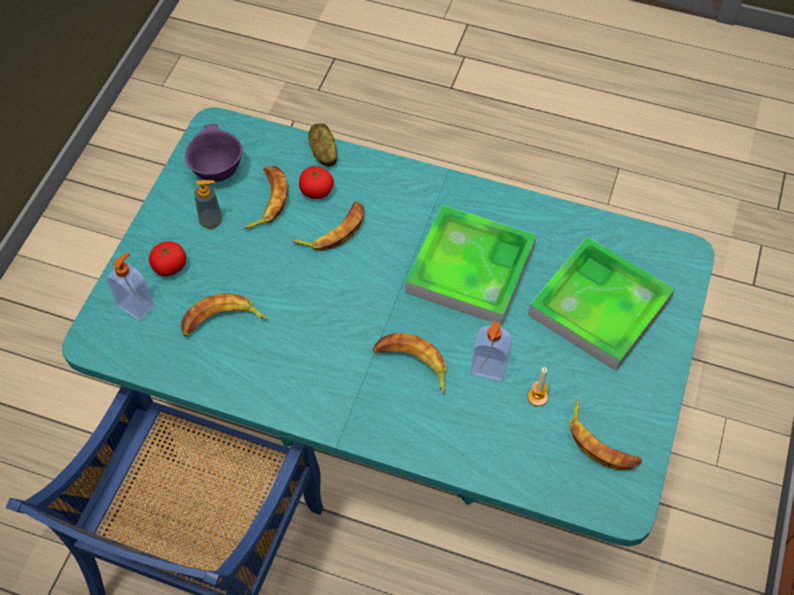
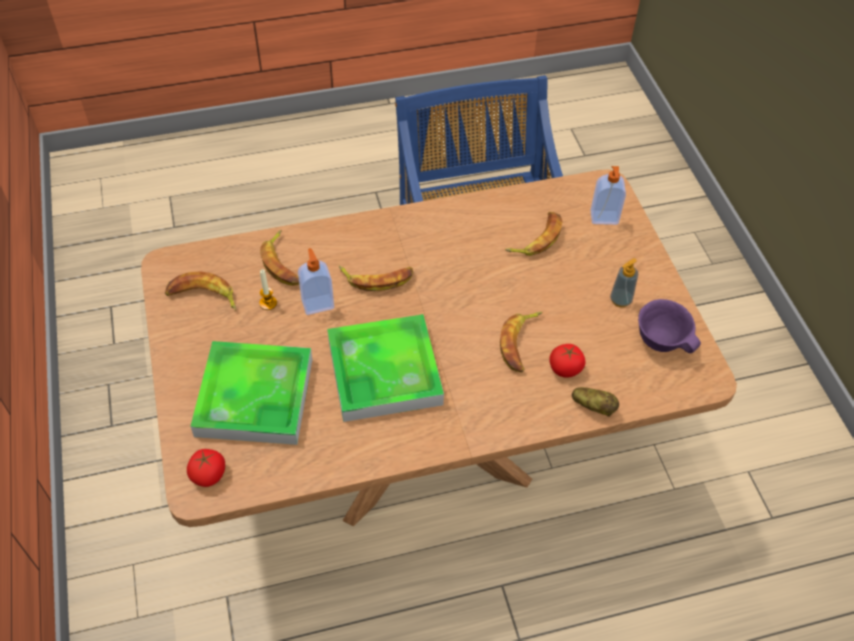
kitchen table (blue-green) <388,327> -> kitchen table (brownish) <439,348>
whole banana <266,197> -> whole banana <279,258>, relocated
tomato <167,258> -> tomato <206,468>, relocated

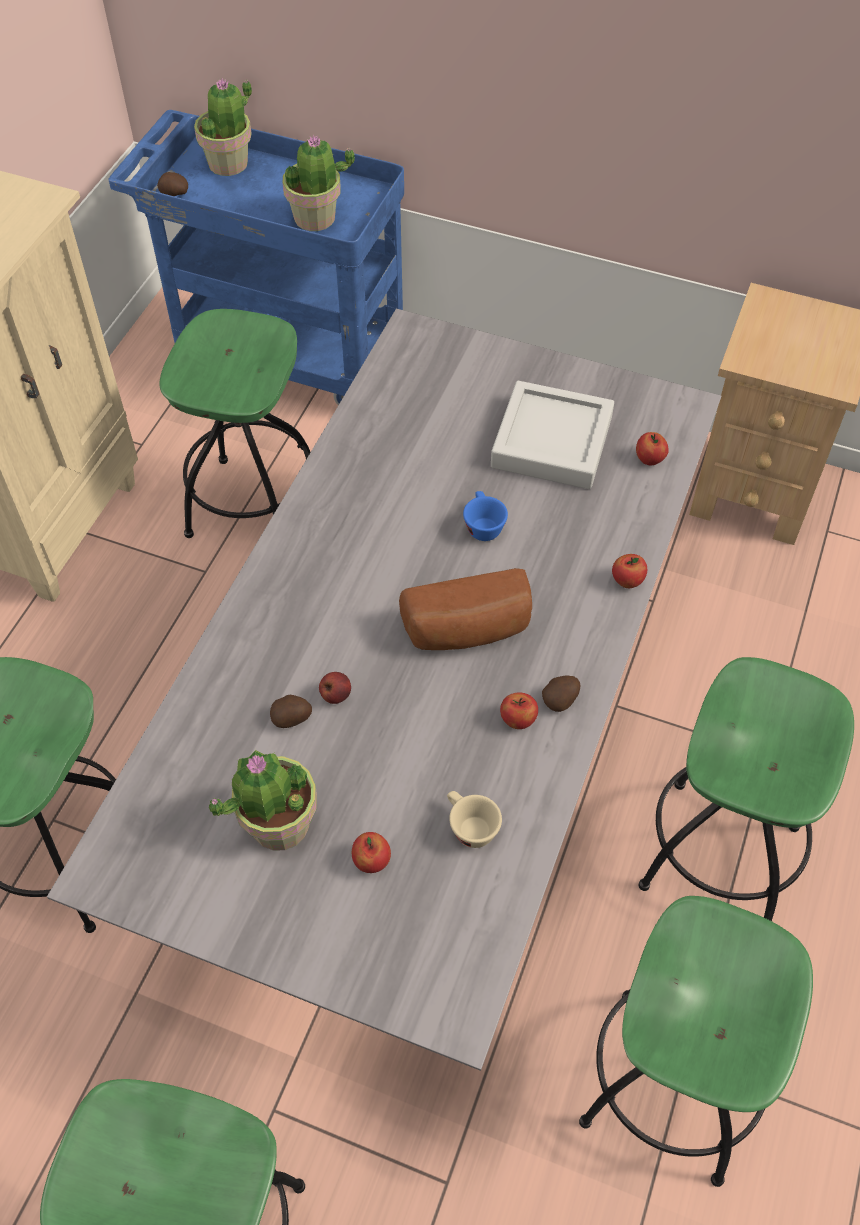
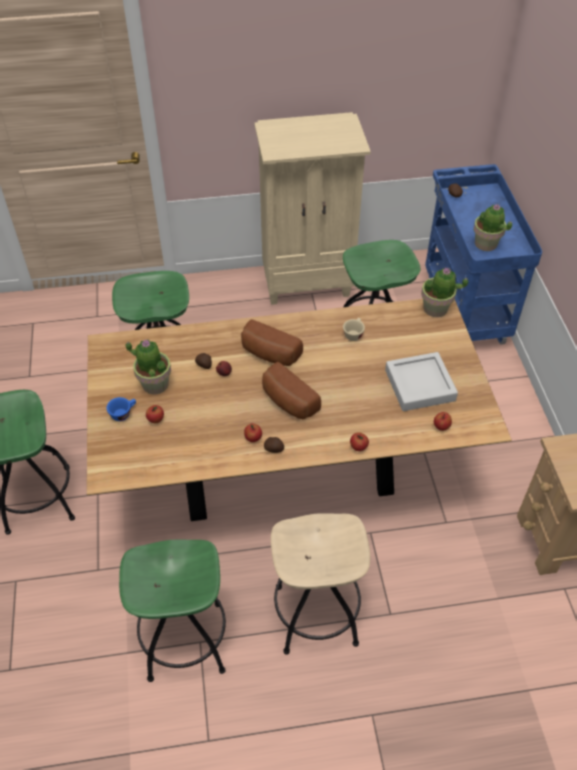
potted plant <223,127> -> potted plant <444,292>, relocated
kitchen table (gray) <384,689> -> kitchen table (brownish) <299,410>
drinking cup (blue) <485,516> -> drinking cup (blue) <121,409>, relocated
stool (green-coloured) <746,789> -> stool (beige-coloured) <320,584>
drinking cup (beige-coloured) <474,819> -> drinking cup (beige-coloured) <354,329>, relocated
none -> bakery bread <272,342>

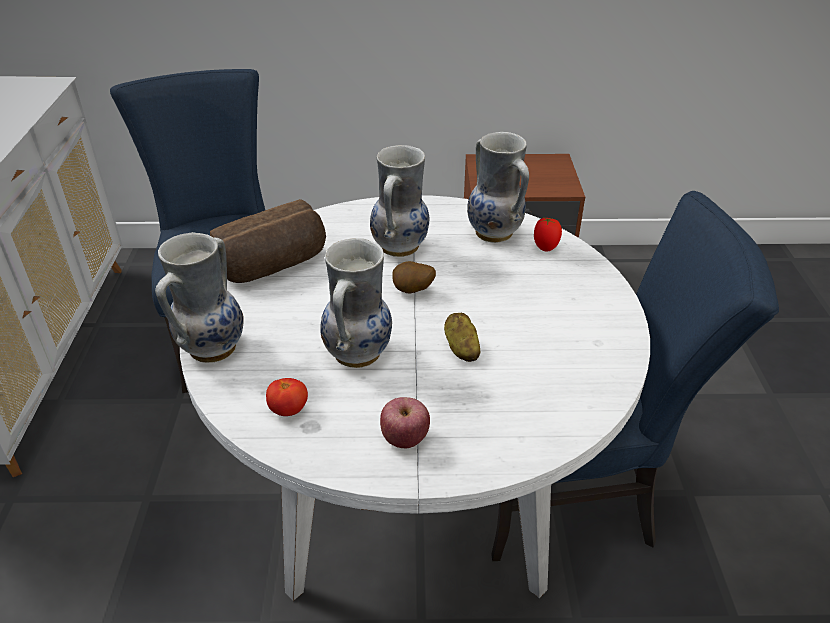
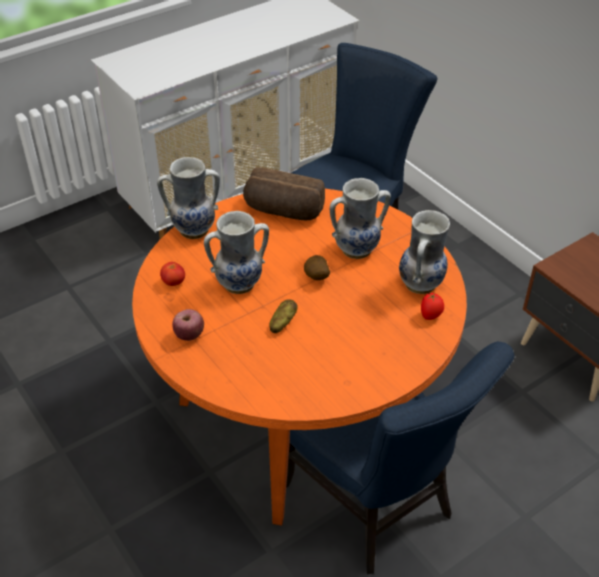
kitchen table (whitish) <415,398> -> kitchen table (orange) <299,357>

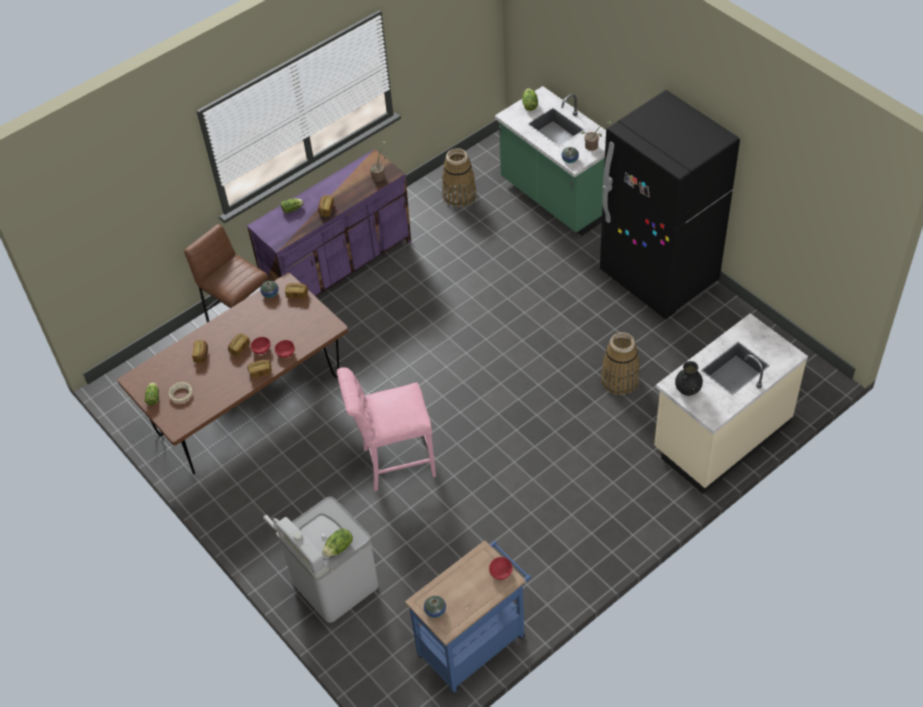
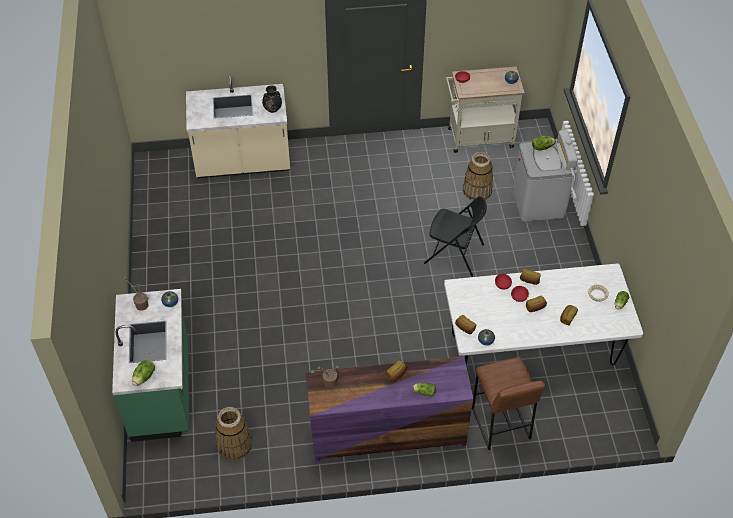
fridge (blackish) <670,204> -> none
kitchen table (brownish) <233,373> -> kitchen table (whitish) <543,314>
basket <620,363> -> basket <478,176>, relocated
stool (pinkish) <386,429> -> plain chair (blackish) <455,236>
cart (blue) <468,617> -> cart (beige-coloured) <485,110>

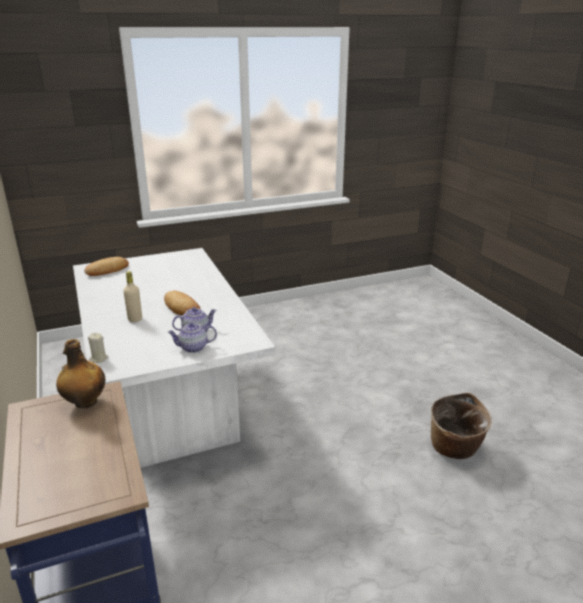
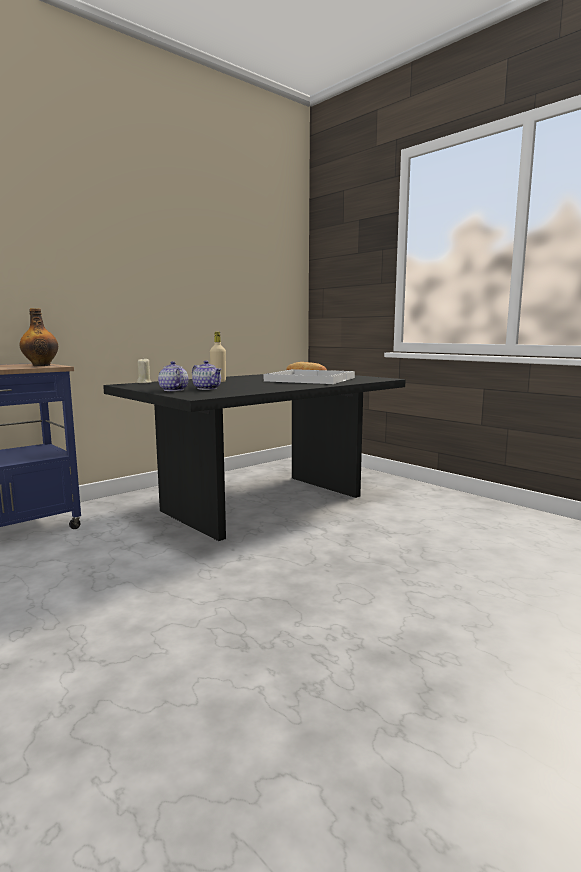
kitchen table (whitish) <174,358> -> kitchen table (blackish) <254,457>
bakery bread <182,303> -> none
basket <461,426> -> none
none -> carrying tray (whitish) <309,376>

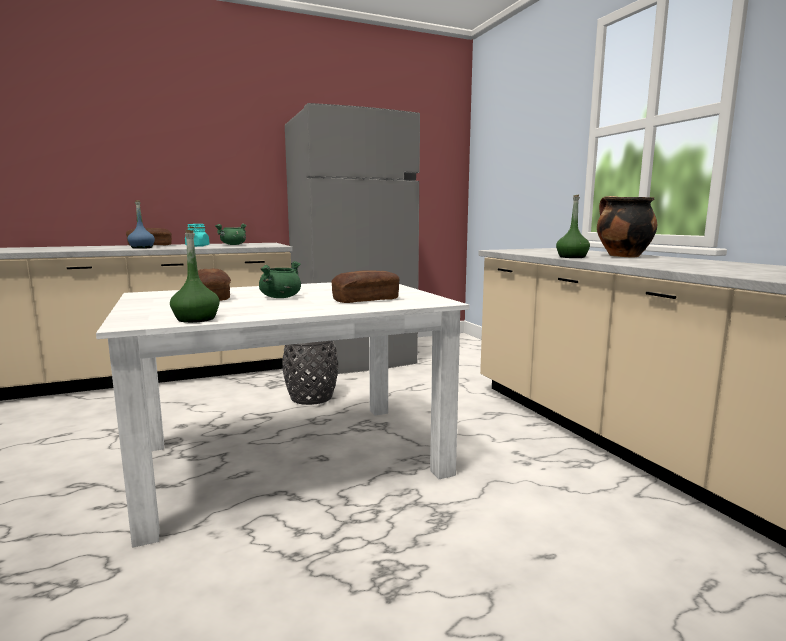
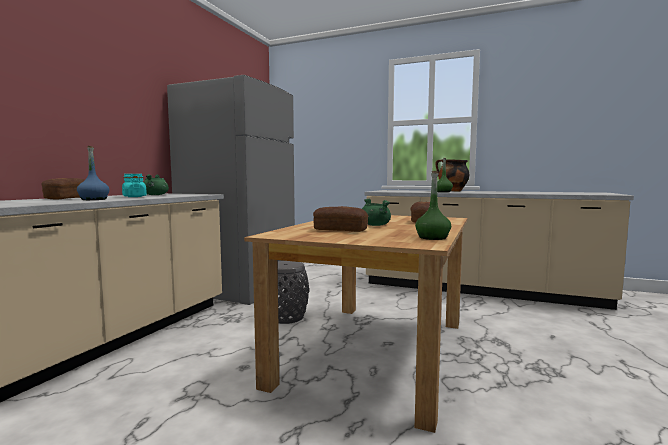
kitchen table (whitish) <283,415> -> kitchen table (brownish) <355,324>

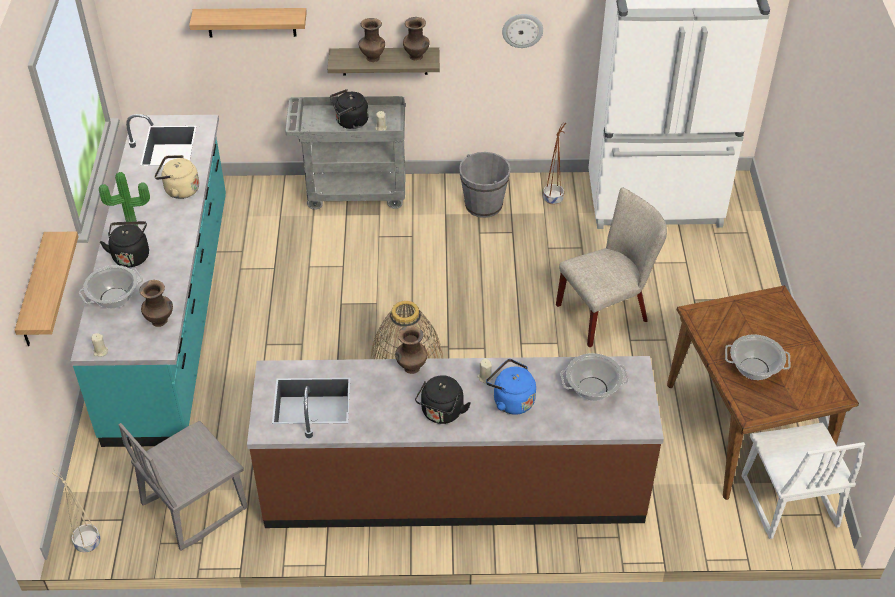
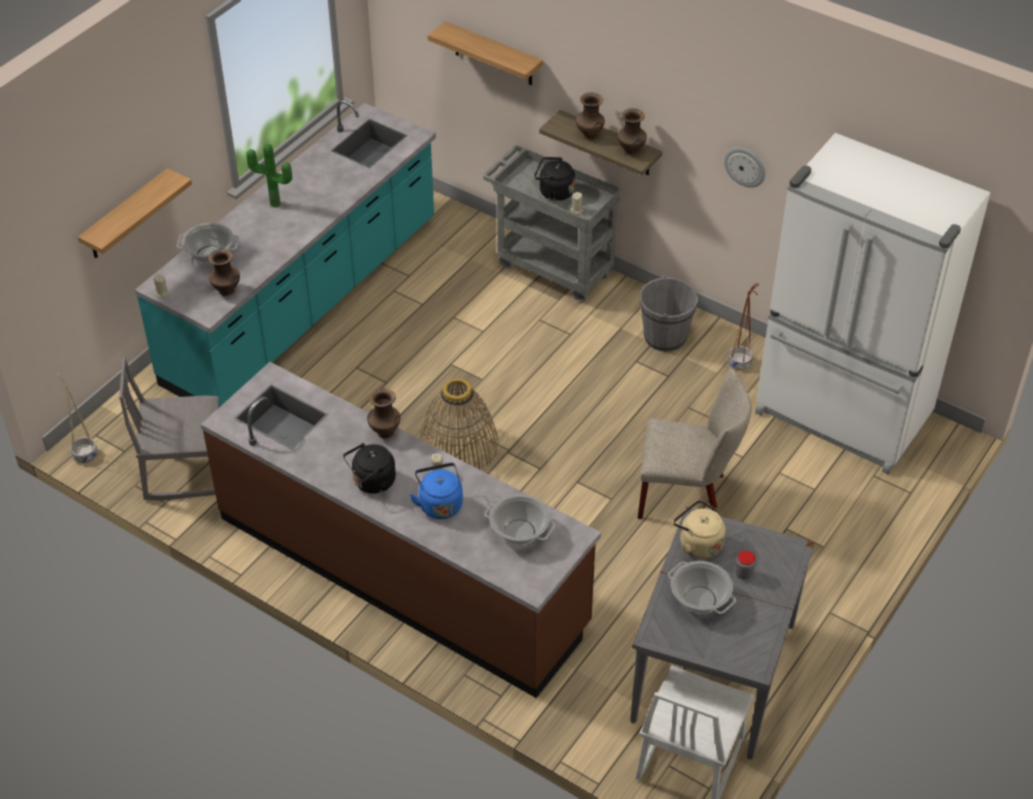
water kettle (beige-coloured) <176,177> -> water kettle (beige-coloured) <699,529>, relocated
water kettle (blackish) <124,244> -> none
kitchen table (brownish) <763,392> -> kitchen table (gray) <722,633>
none -> jar <745,565>

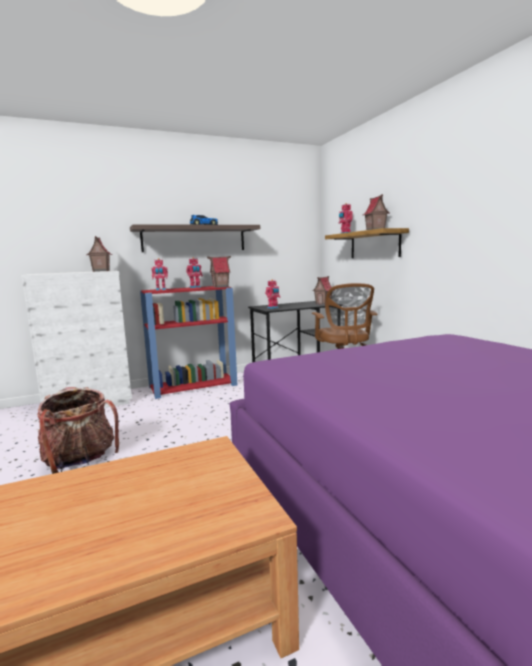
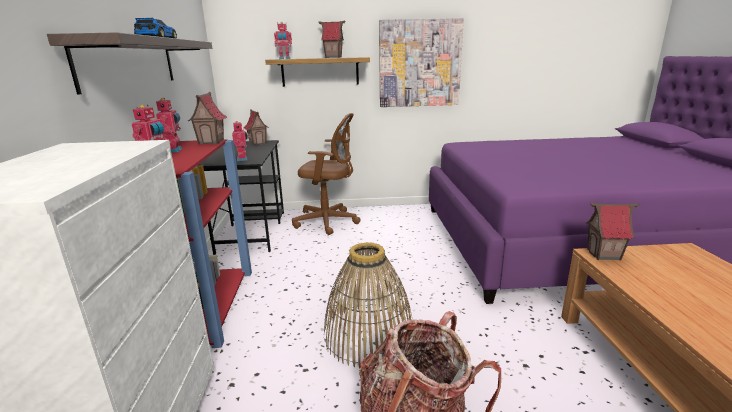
model house <99,254> -> model house <612,232>, relocated
none -> wall art <421,62>
none -> basket <368,305>

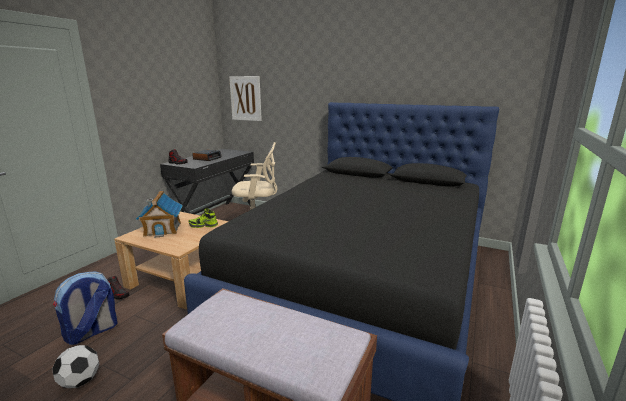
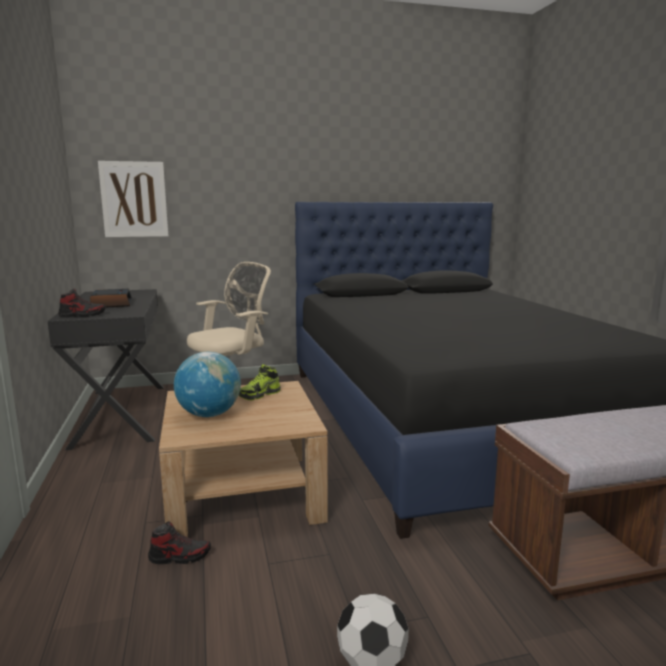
model house <159,214> -> globe <207,384>
knapsack <85,308> -> none

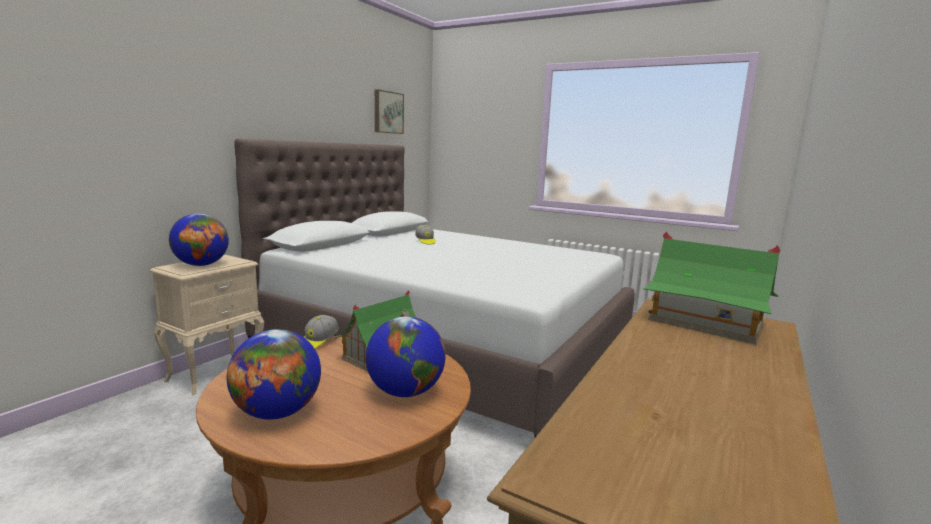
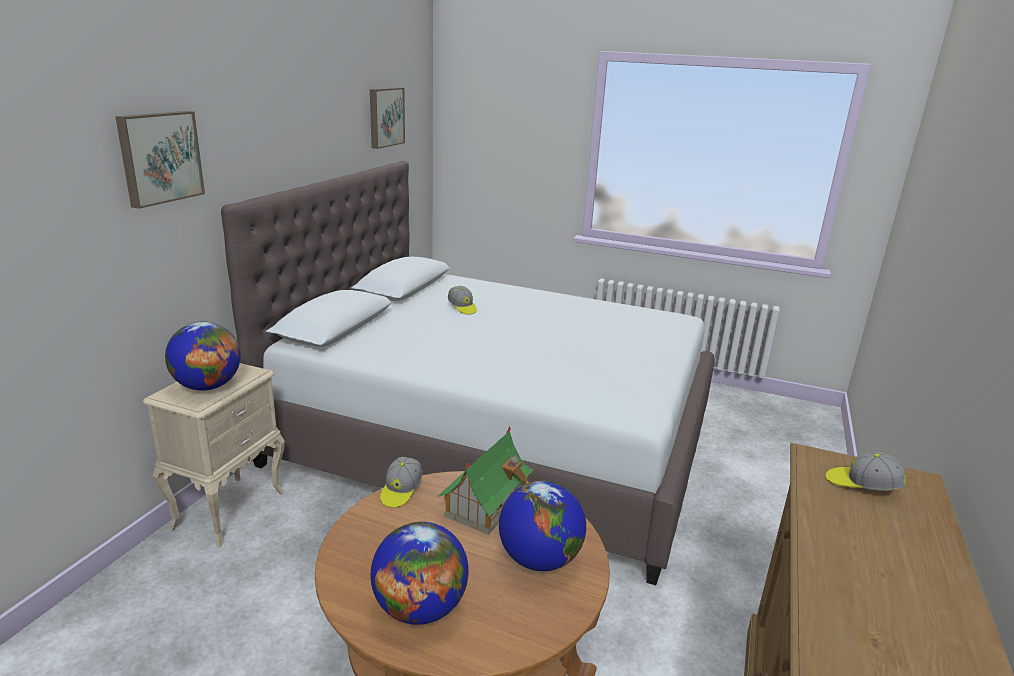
model house <712,288> -> peaked cap <866,471>
none -> wall art <160,160>

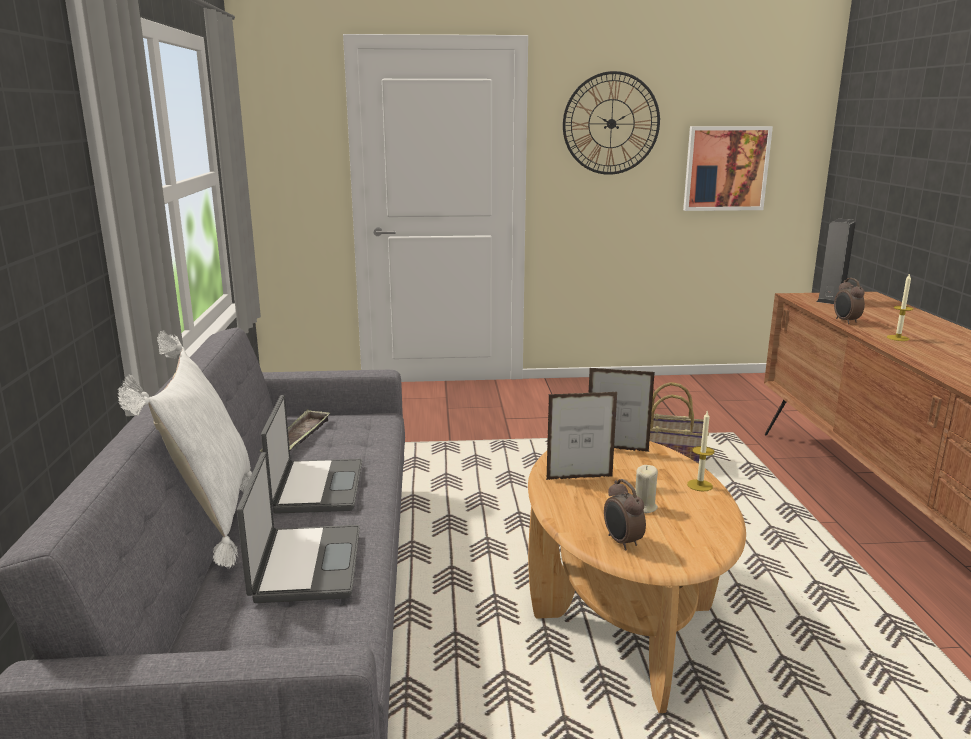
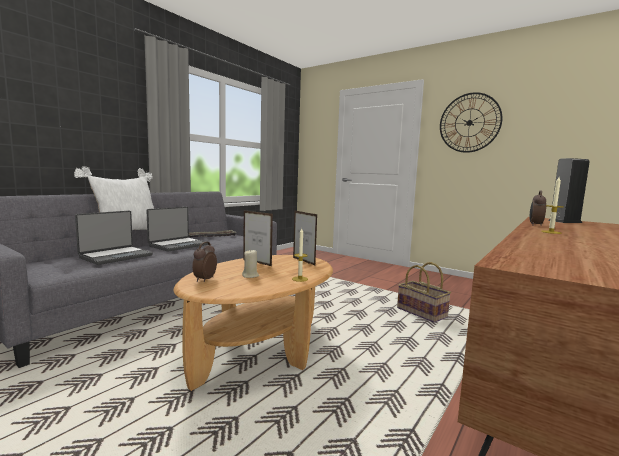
wall art <728,168> -> none

